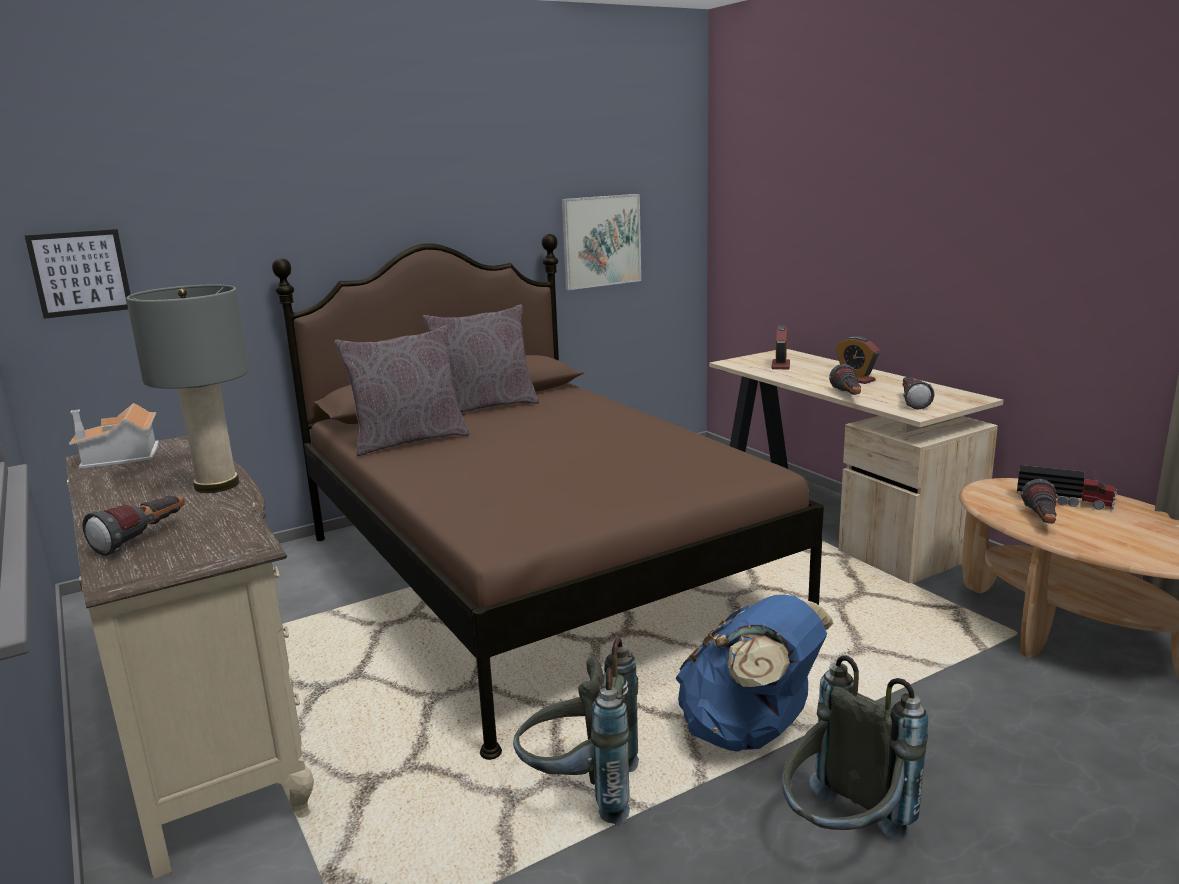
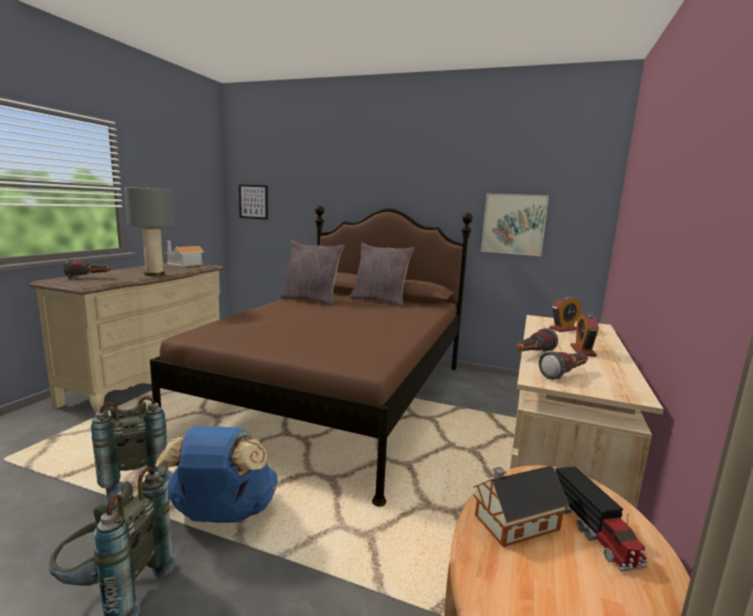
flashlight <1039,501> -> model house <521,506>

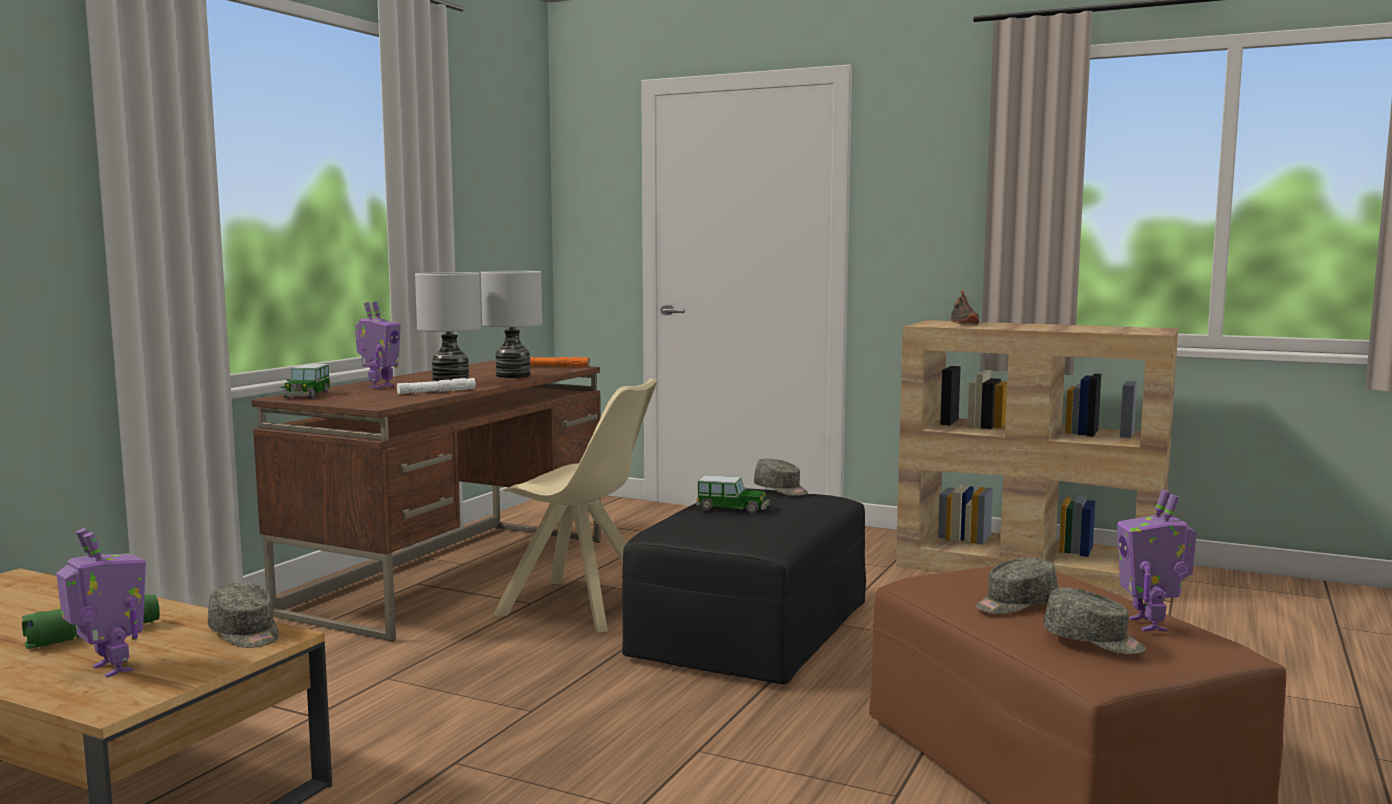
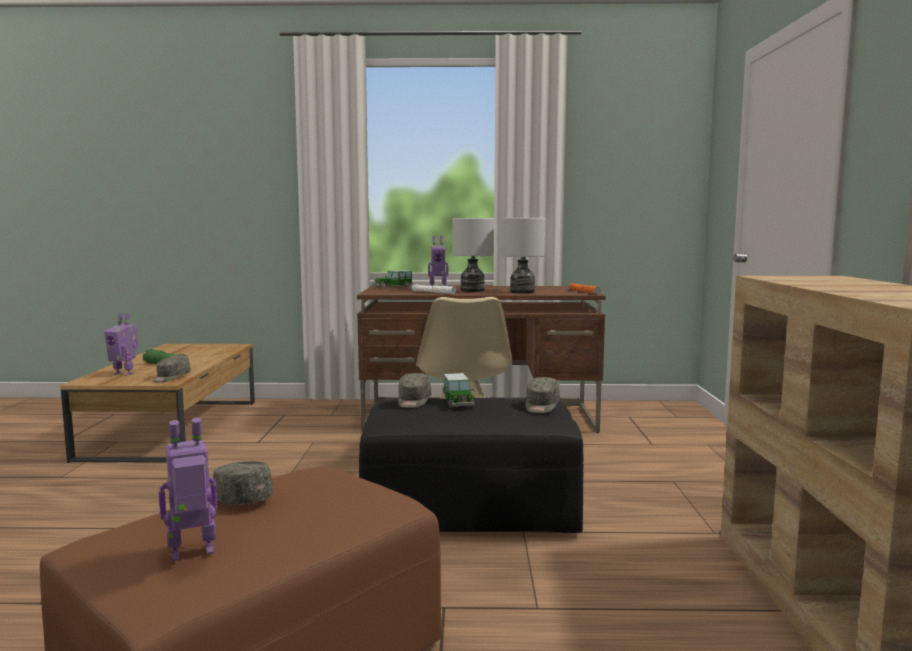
shoe (blackish) <964,307> -> none
toy robot <101,603> -> toy robot <121,344>, 90 degrees clockwise
peaked cap (gray) <1095,620> -> peaked cap (gray) <414,390>, relocated

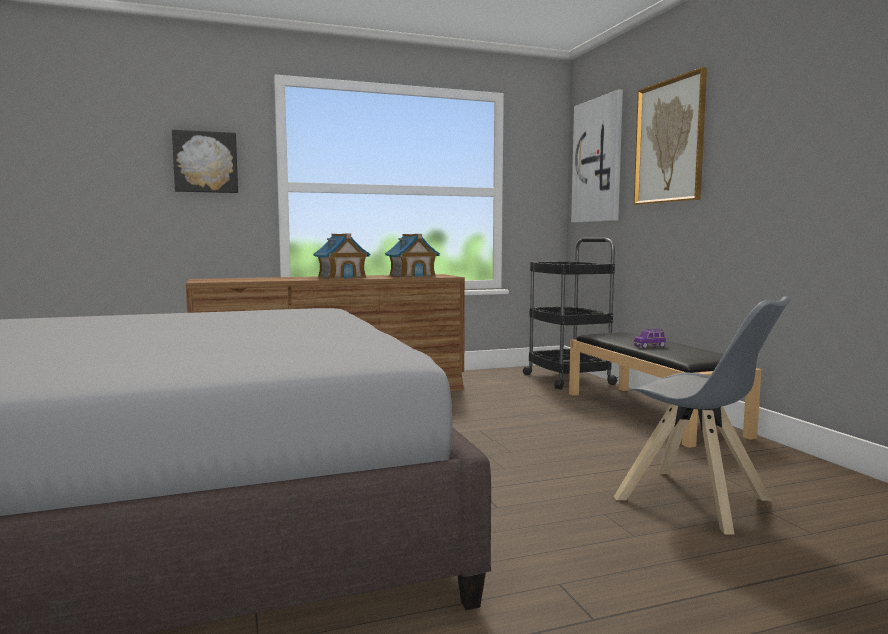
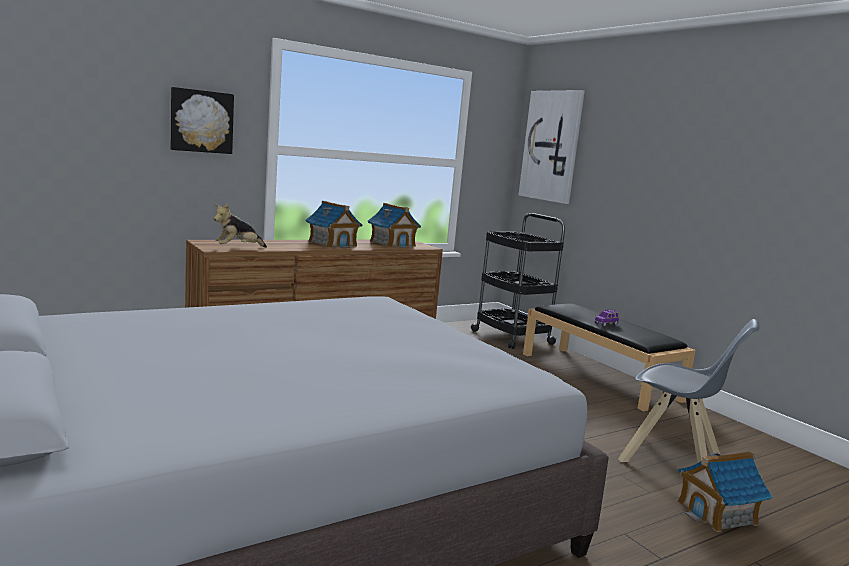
wall art <670,136> -> none
none -> cuddly toy <240,226>
none -> model house <725,492>

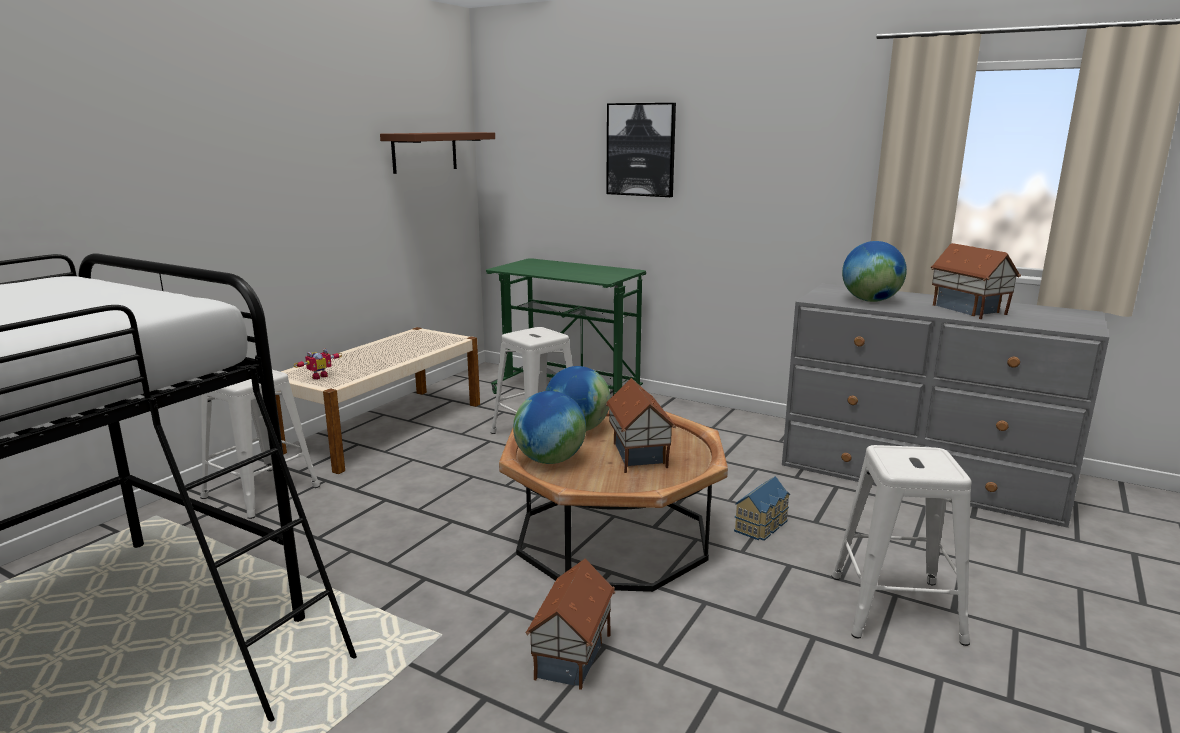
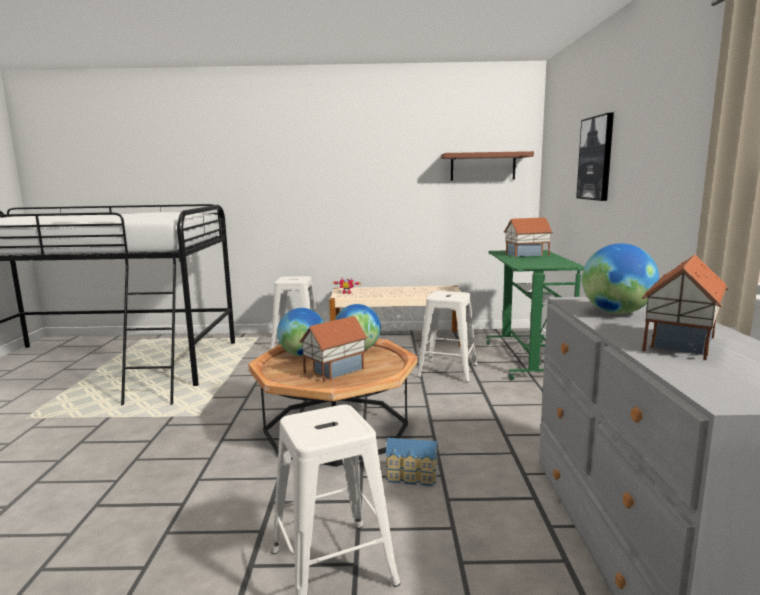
model house <570,624> -> model house <528,237>, relocated

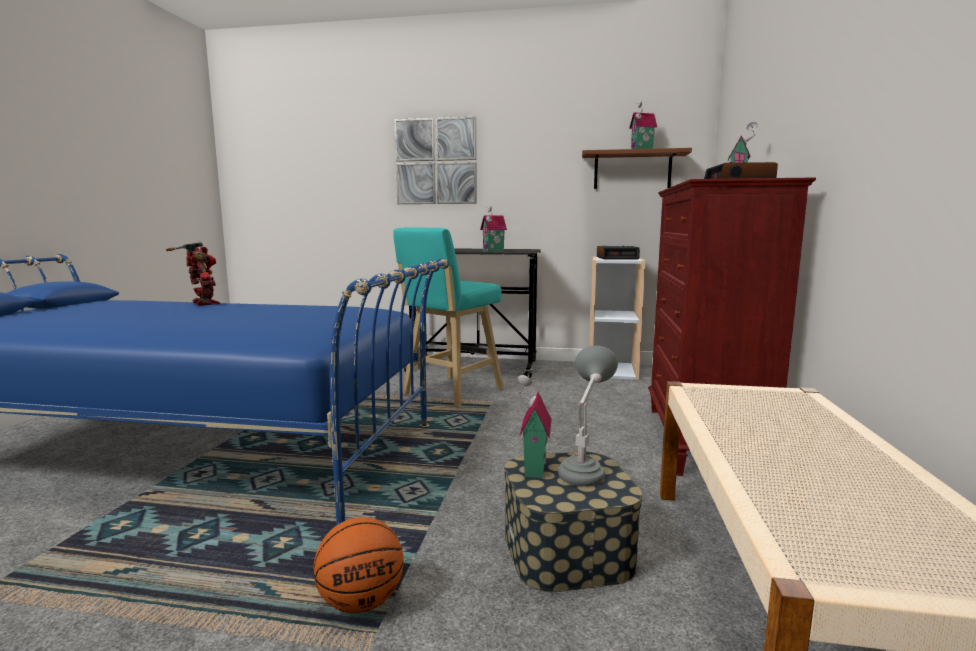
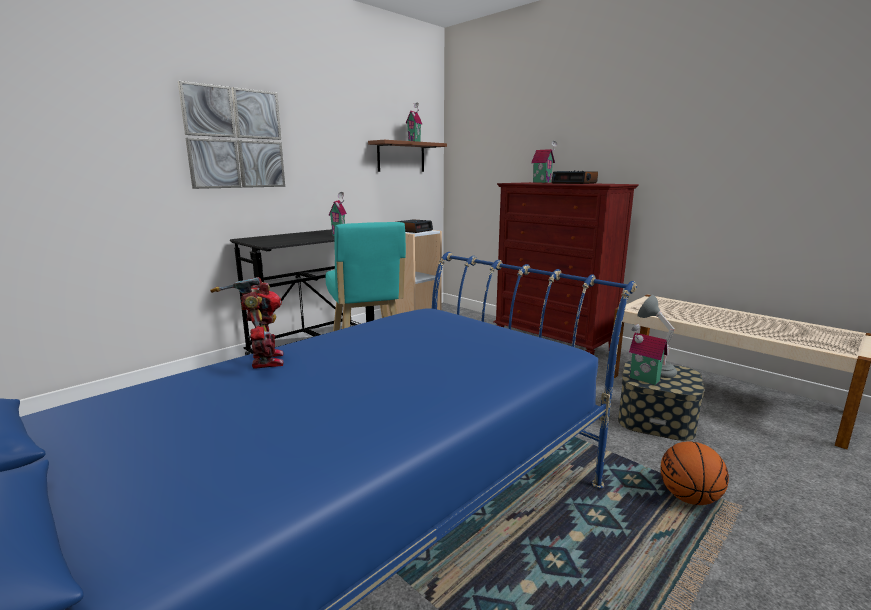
toy robot <193,273> -> toy robot <247,323>, 75 degrees clockwise

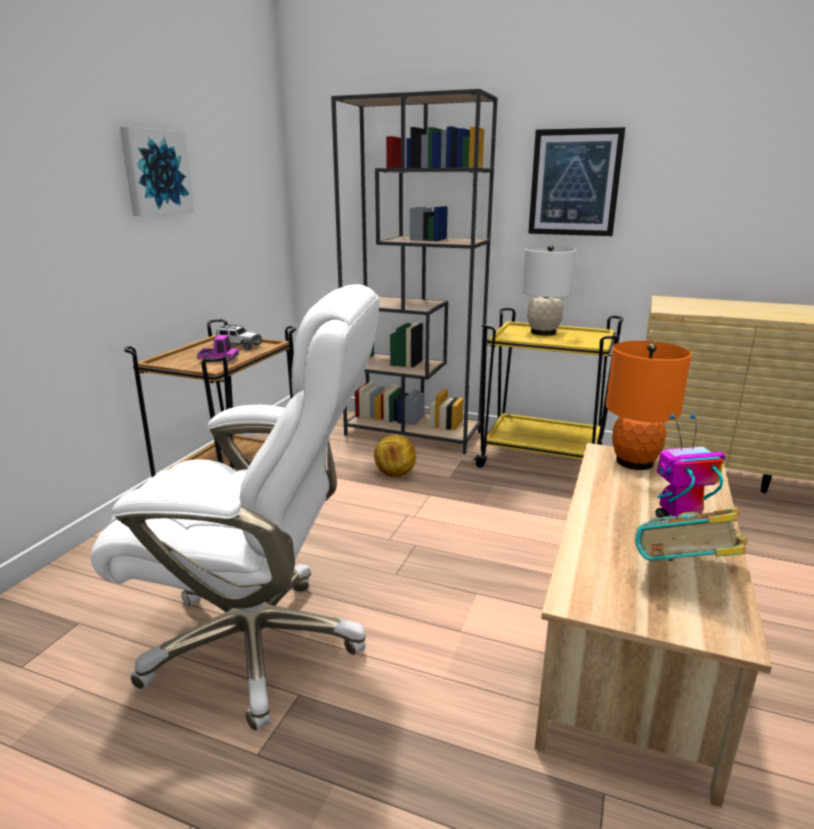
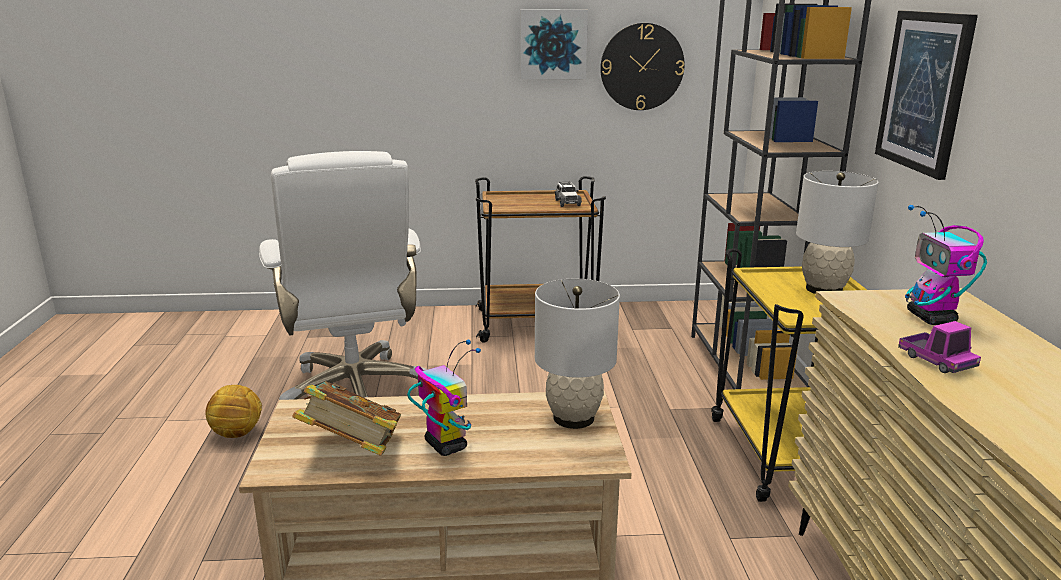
toy truck <218,348> -> toy truck <939,347>, relocated
lamp for a table (orange) <649,405> -> lamp for a table (whitish) <577,354>
football ball <395,456> -> football ball <233,411>, relocated
none -> wall clock <642,66>
none -> toy robot <946,265>

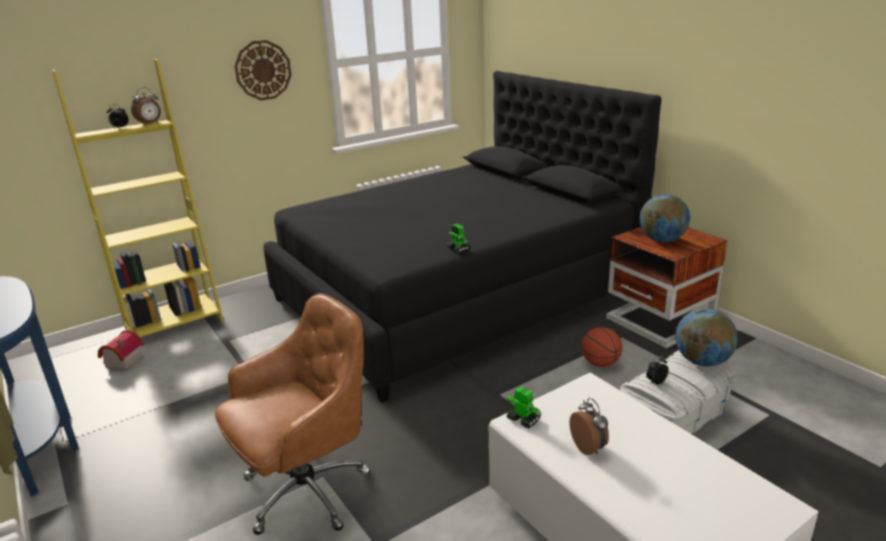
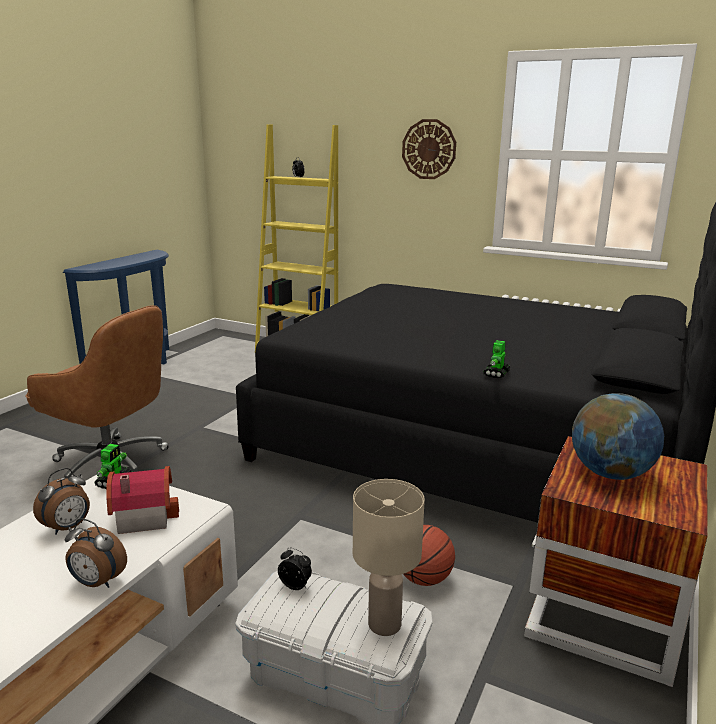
alarm clock <146,106> -> alarm clock <96,553>, relocated
toy robot <458,238> -> toy robot <497,359>, relocated
globe <706,337> -> lamp for a table (beige-coloured) <389,557>
model house <121,350> -> model house <142,500>, relocated

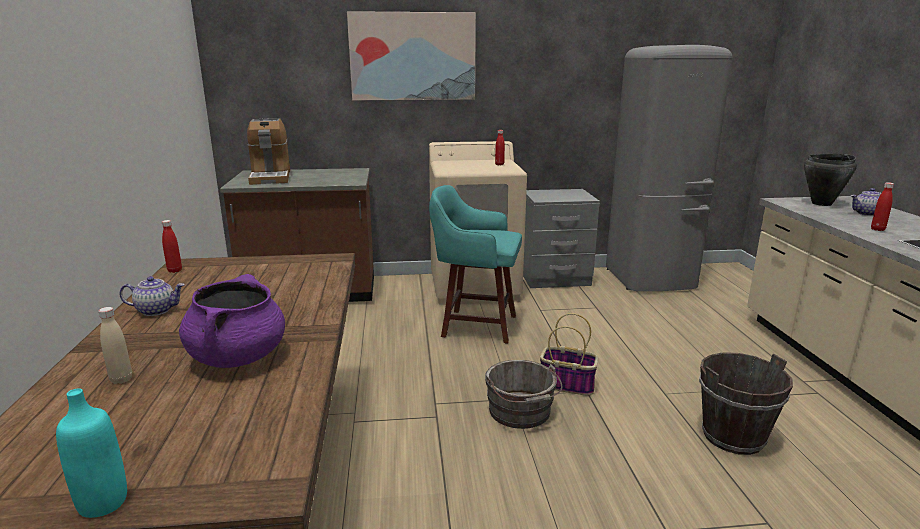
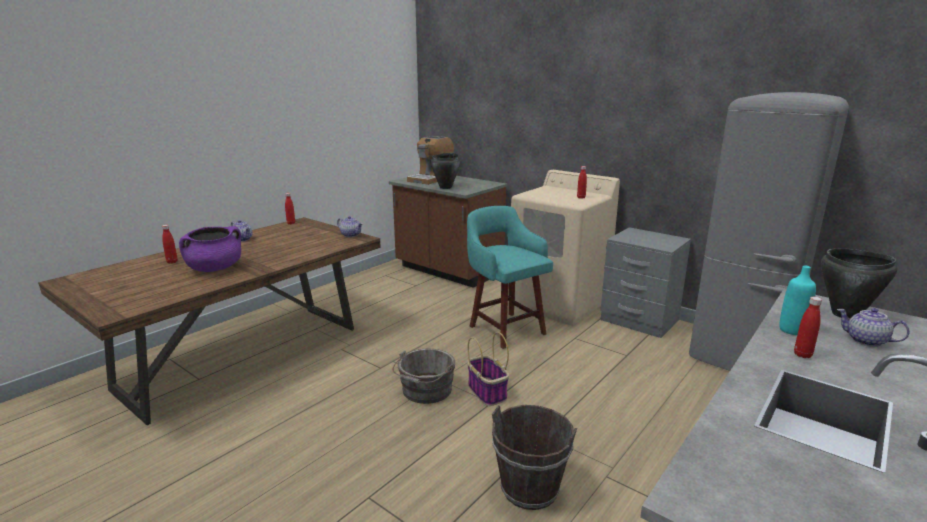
wall art <411,55> -> none
bottle (beige-coloured) <115,345> -> bottle (reddish) <169,244>
bottle (blue-green) <91,453> -> bottle (blue-green) <797,300>, relocated
none -> cooking pot (blackish) <445,171>
none -> pot for tea <350,226>

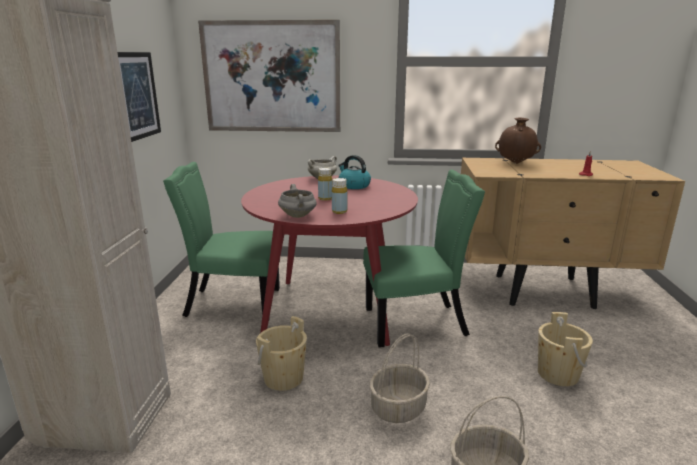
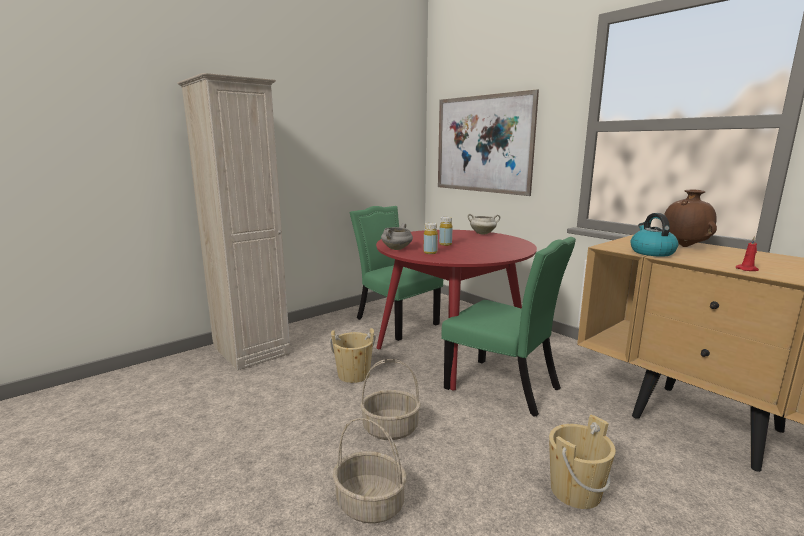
wall art <139,97> -> none
water kettle <354,172> -> water kettle <655,235>, relocated

